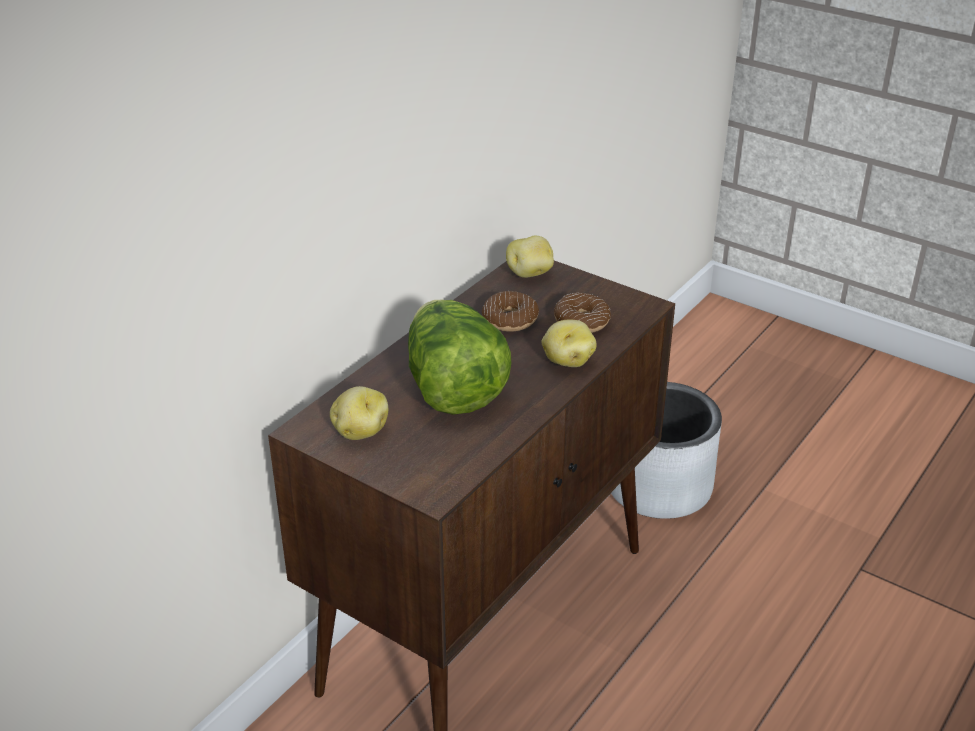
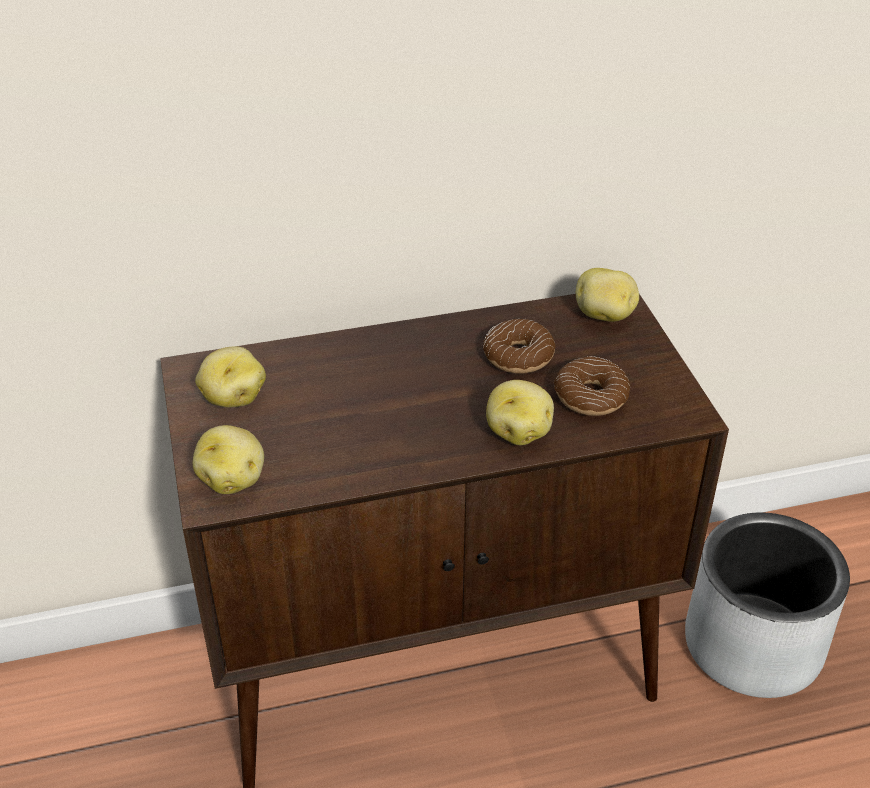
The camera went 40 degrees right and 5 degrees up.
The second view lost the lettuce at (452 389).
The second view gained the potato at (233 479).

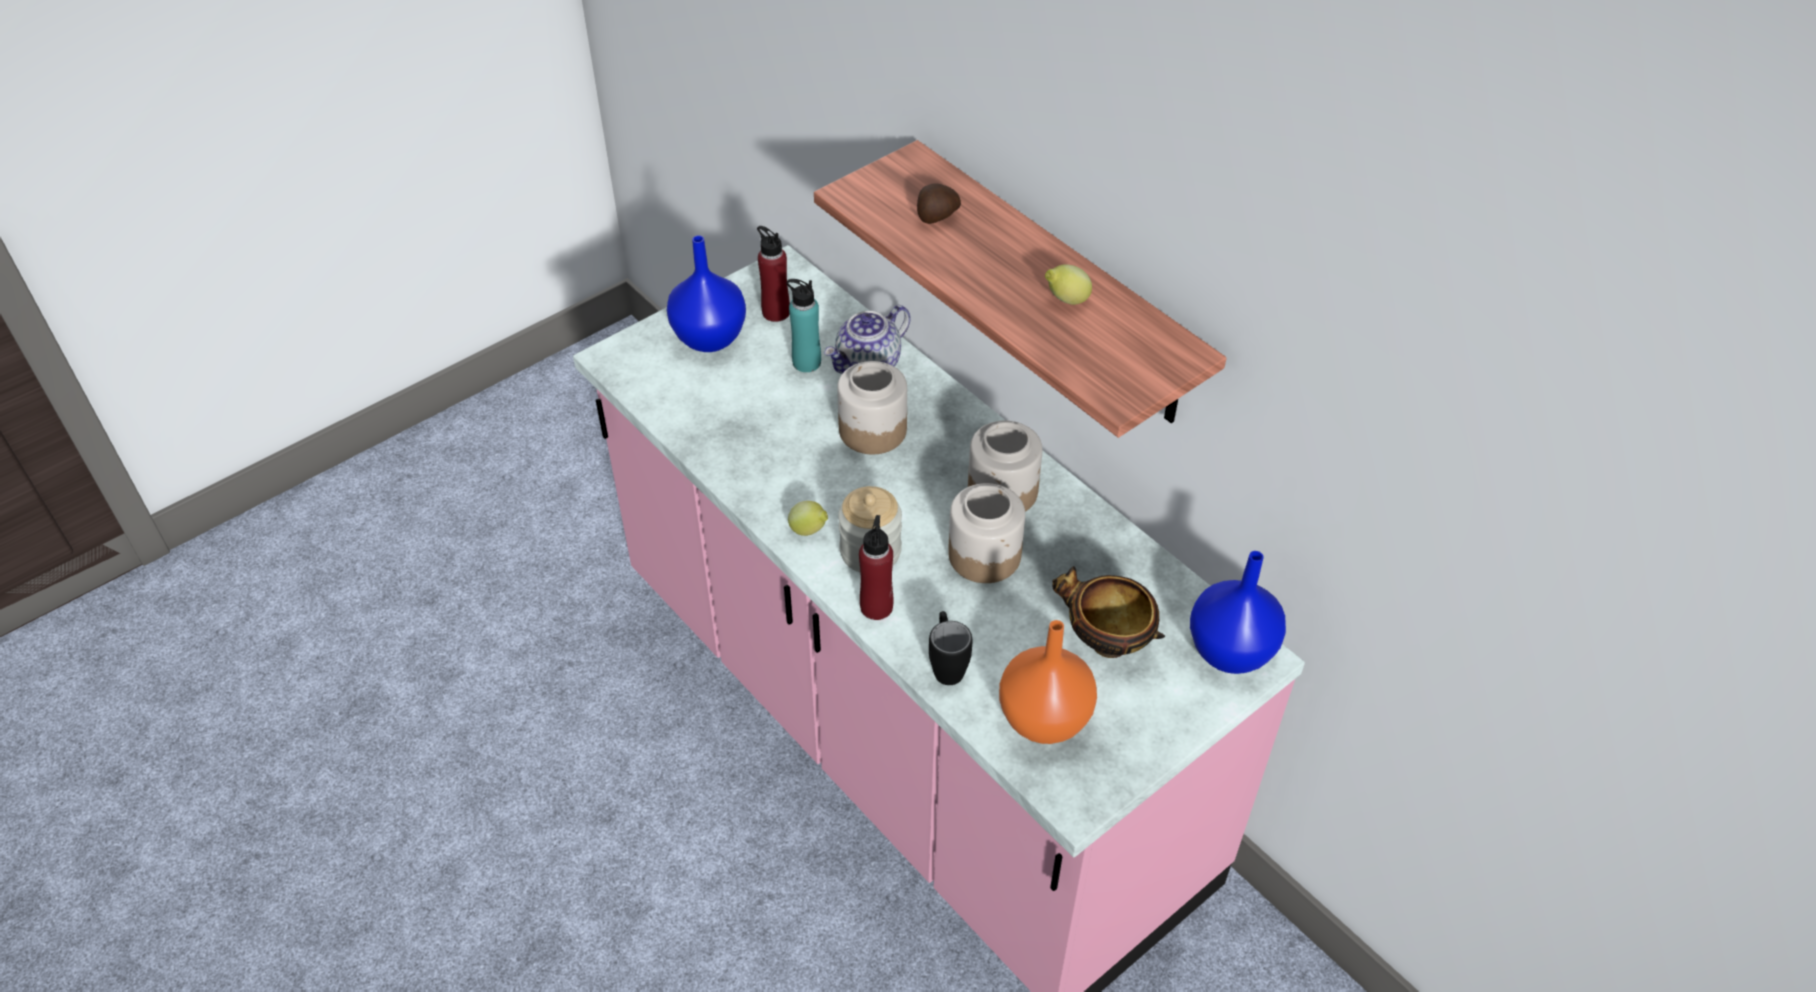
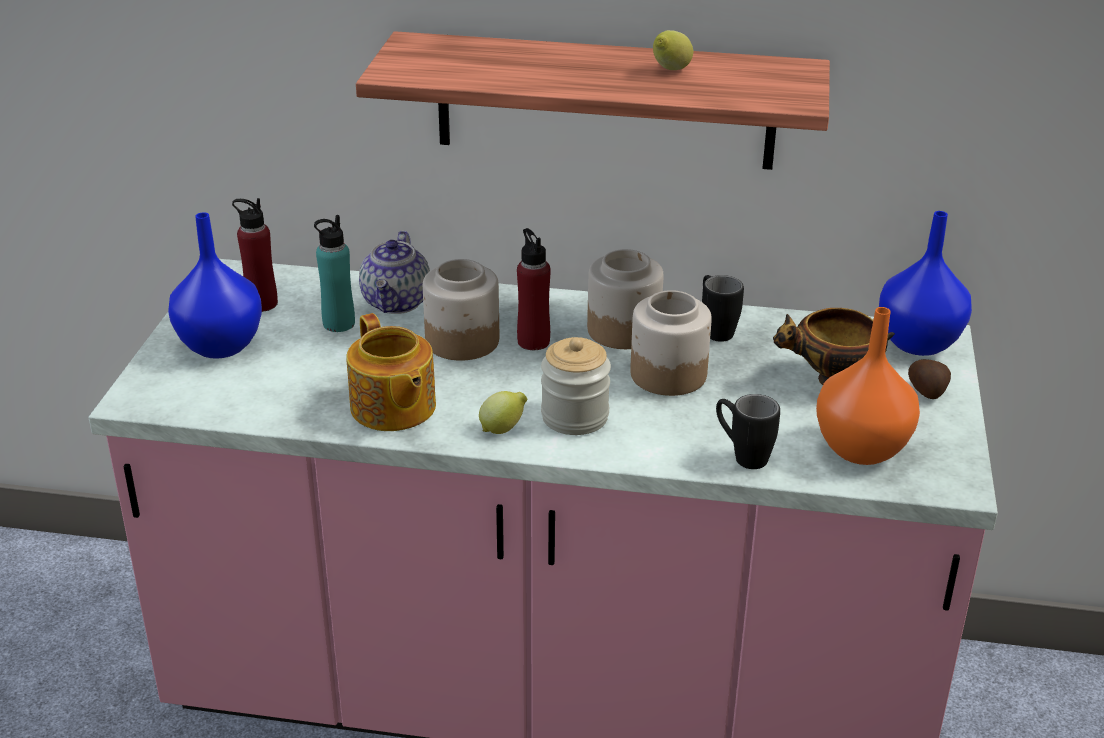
The camera went 40 degrees left and 15 degrees down.
The red-coloured drink bottle ended up elsewhere, having gone from (876 606) to (533 341).
The potato ended up elsewhere, having gone from (936 217) to (927 392).
The second view gained the teapot at (392 408).
The second view gained the black coffee mug at (715 329).

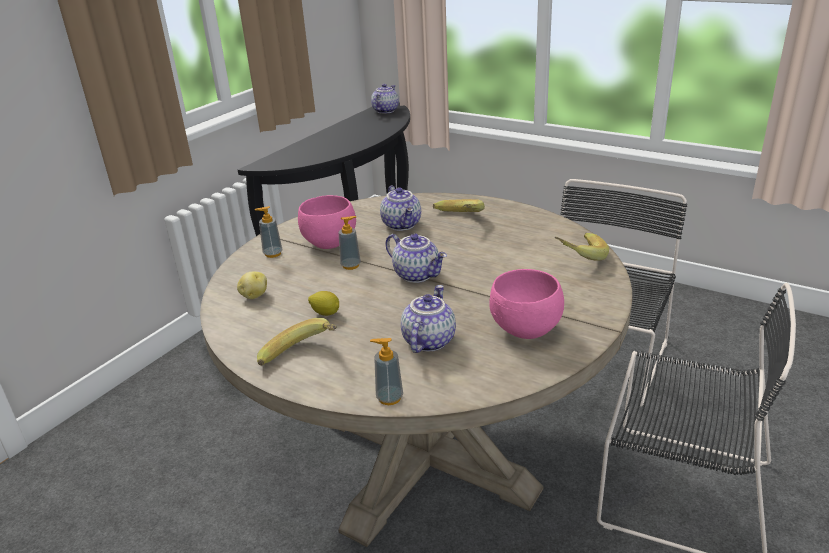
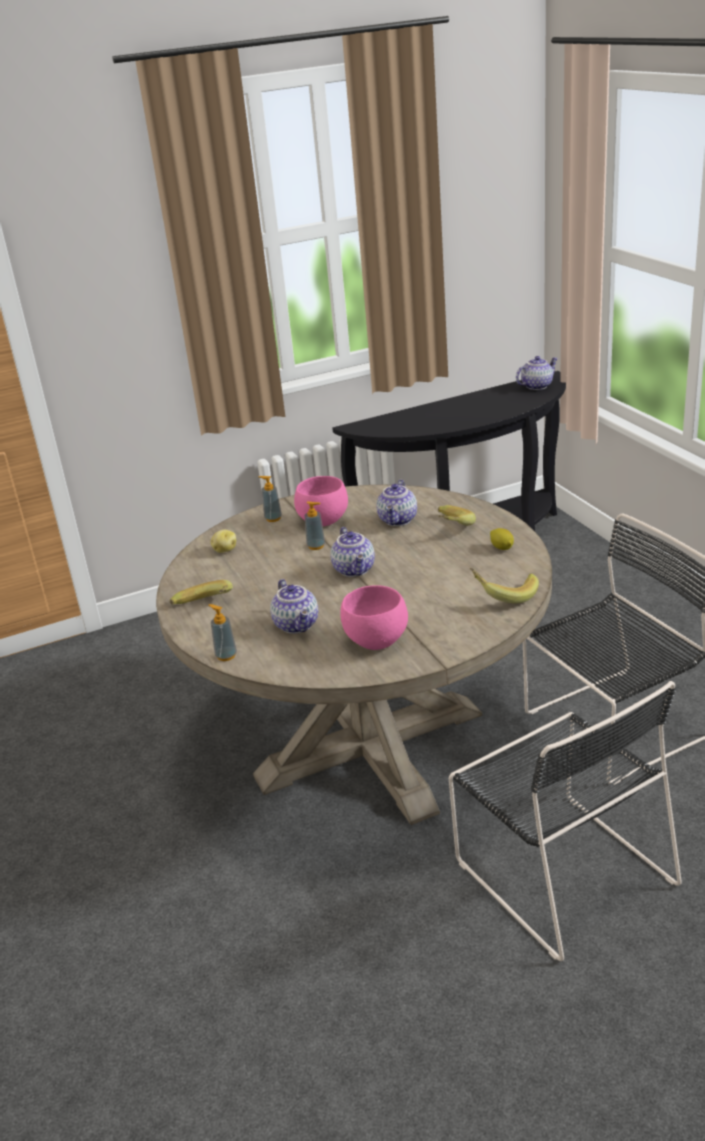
The camera went 35 degrees right and 0 degrees up.
The whole lemon ended up elsewhere, having gone from (326 313) to (502 548).
The teapot at (427 341) ended up facing another way, 105 degrees clockwise from before.

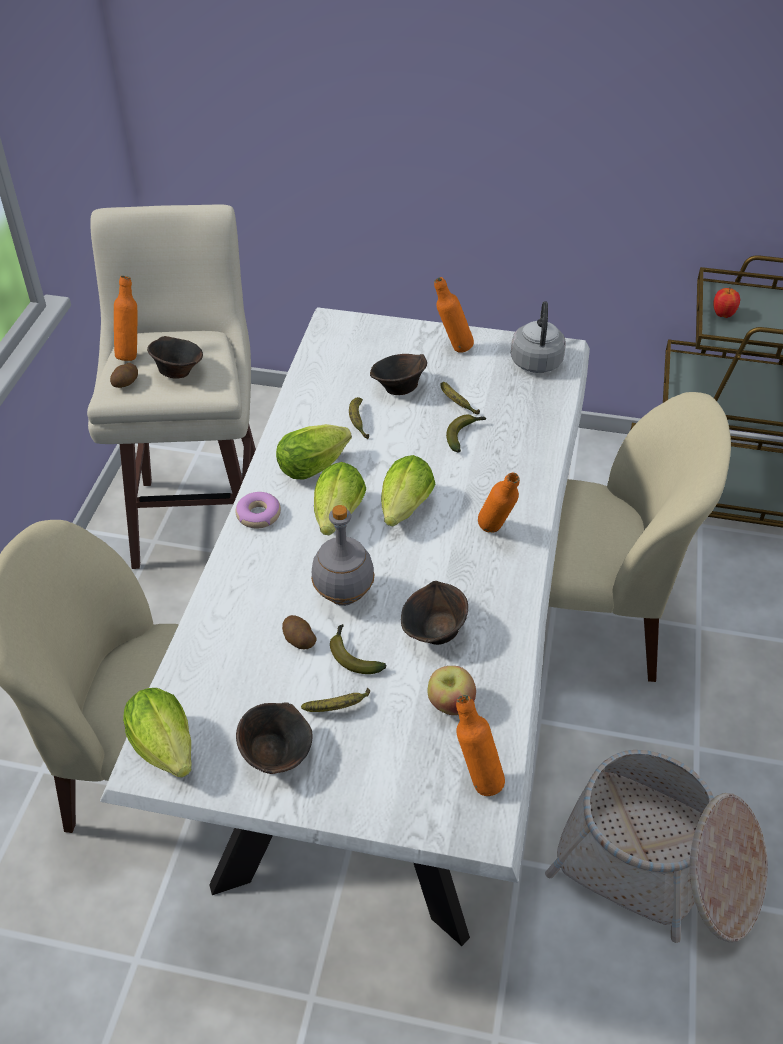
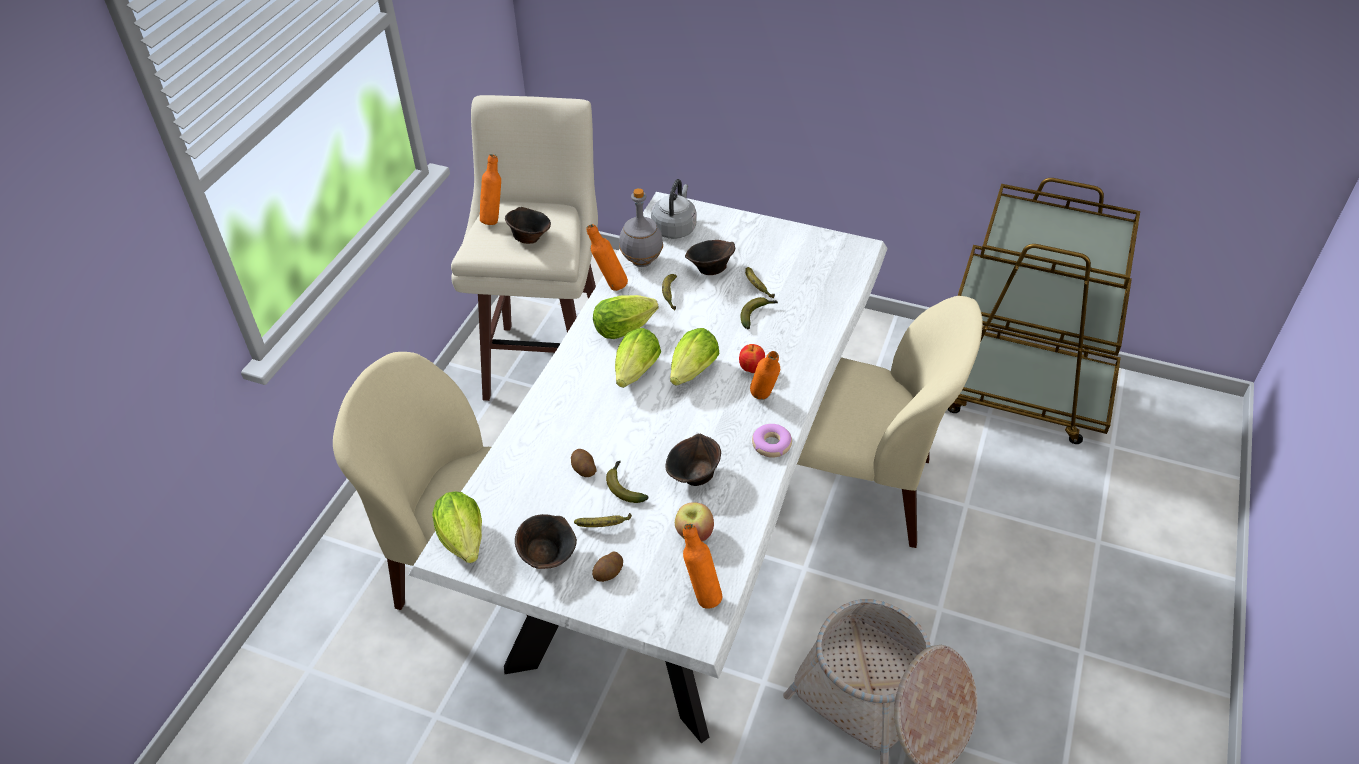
The camera went 10 degrees right and 0 degrees up.
The potato ended up elsewhere, having gone from (126 383) to (609 573).
The doughnut ended up elsewhere, having gone from (258 515) to (771 444).
The gray drink bottle ended up elsewhere, having gone from (343 596) to (641 261).
The orange-coloured drink bottle ended up elsewhere, having gone from (452 348) to (609 286).
The gray kettle ended up elsewhere, having gone from (536 360) to (675 228).
The apple fruit ended up elsewhere, having gone from (723 315) to (751 369).

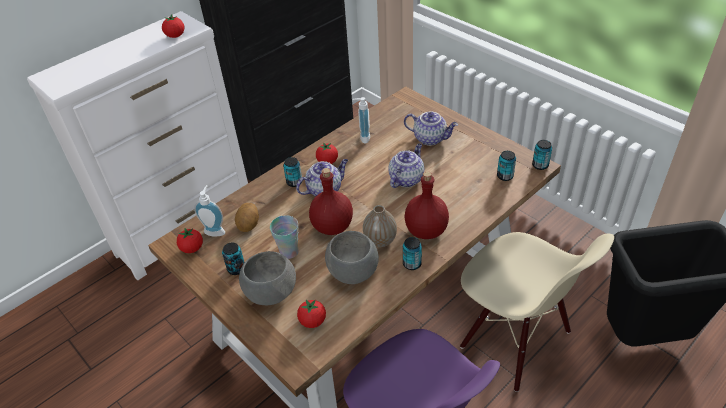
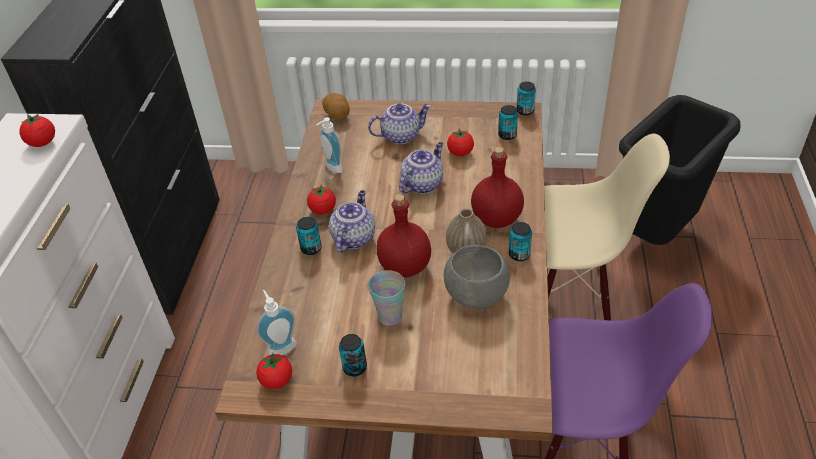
The camera went 40 degrees left and 0 degrees up.
The potato ended up elsewhere, having gone from (249 225) to (337 116).
The second view lost the gray bowl at (270 292).
The fresh tomato ended up elsewhere, having gone from (312 321) to (460 153).
The teapot at (406 178) ended up facing another way, 45 degrees clockwise from before.

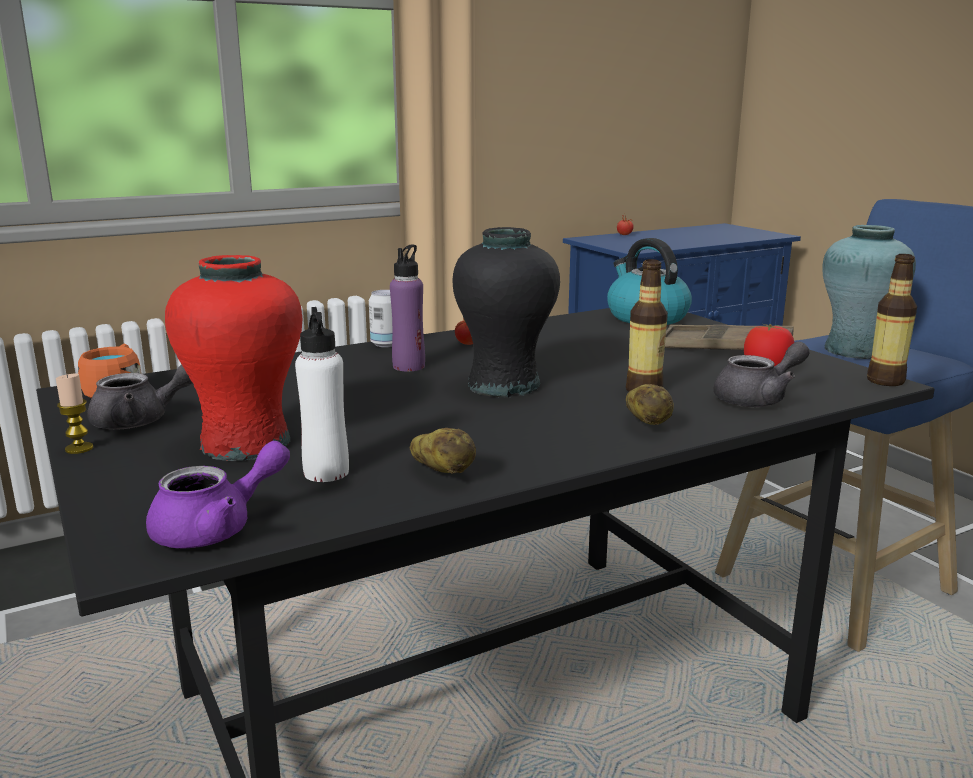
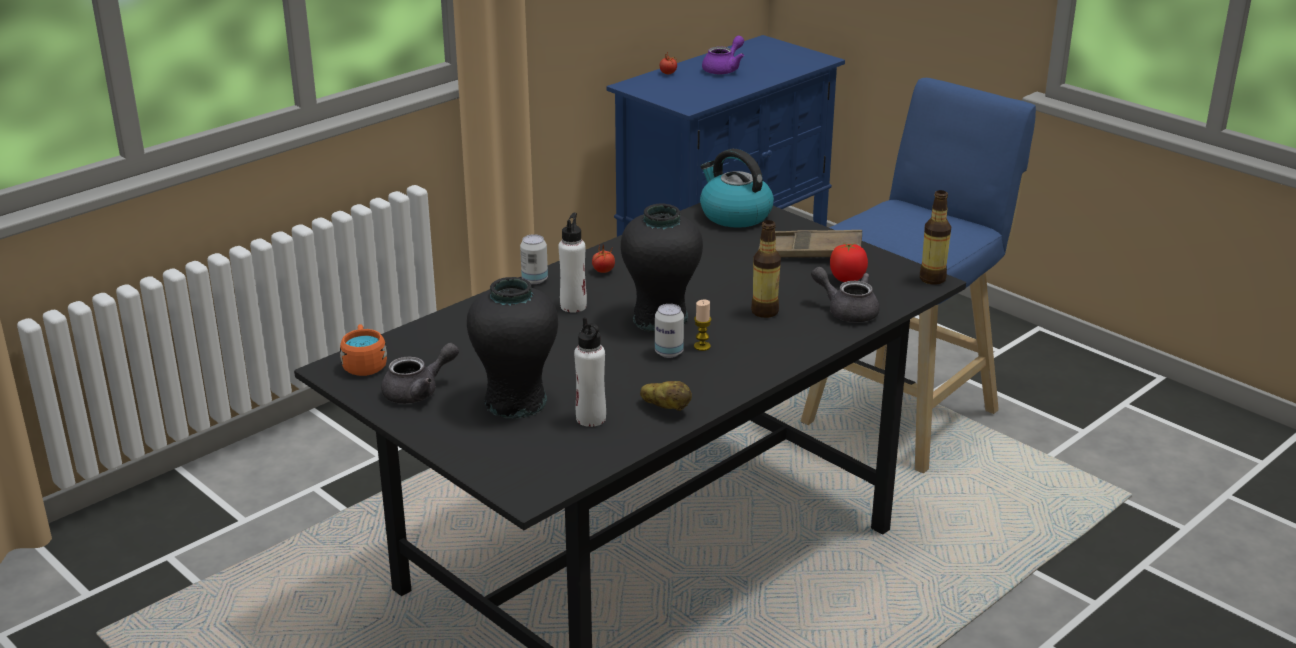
The camera went 15 degrees left and 10 degrees up.
The wax light ended up elsewhere, having gone from (79 448) to (702 346).
The purplish teapot ended up elsewhere, having gone from (217 528) to (724 69).
What was the red-coloured flower vase at (245 443) turned into the black flower vase at (515 402).
What was the purplish drink bottle at (409 366) turned into the white-coloured drink bottle at (573 306).
The second view lost the potato at (647 424).
The gray teapot at (758 399) ended up facing another way, 105 degrees counterclockwise from before.
The second view lost the turquoise-coloured flower vase at (854 350).
The second view gained the can at (669 352).

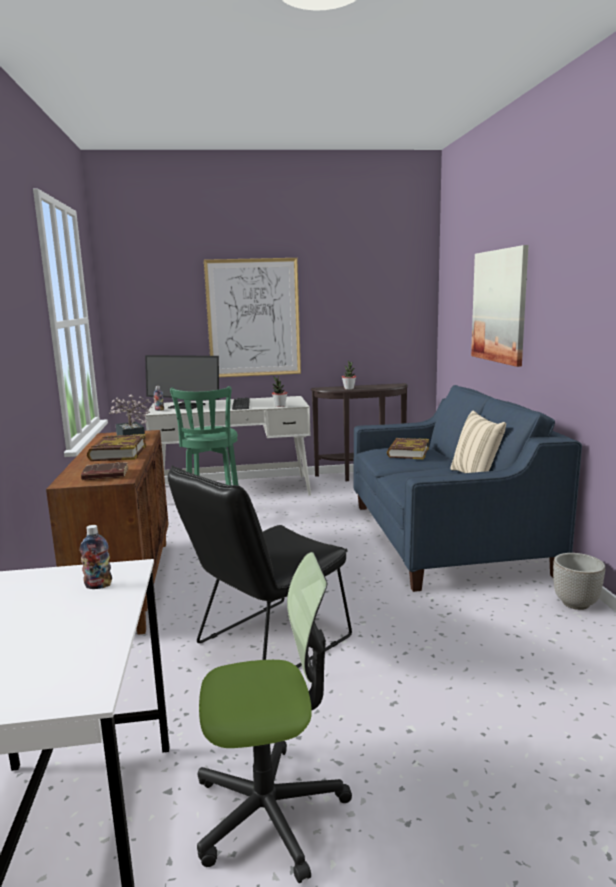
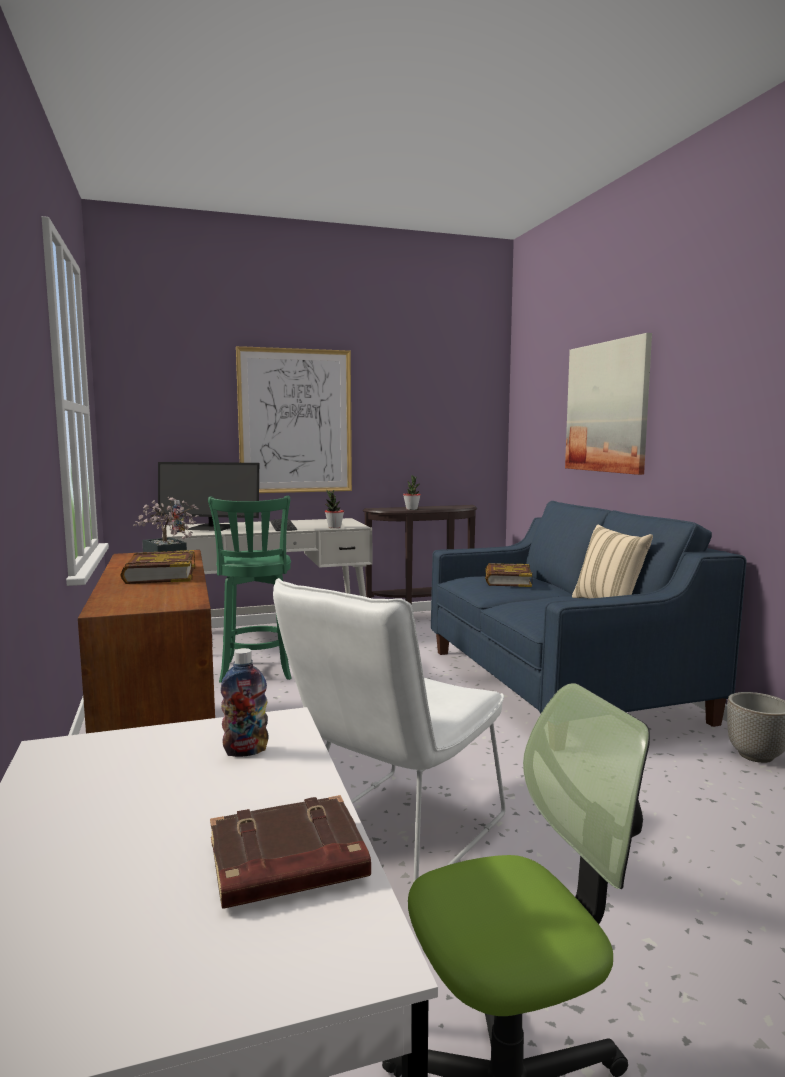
The camera went 10 degrees left and 5 degrees down.
The brown-coloured volume ended up elsewhere, having gone from (105 475) to (286 863).
What was the black plain chair at (265 644) turned into the white-coloured plain chair at (393 835).

